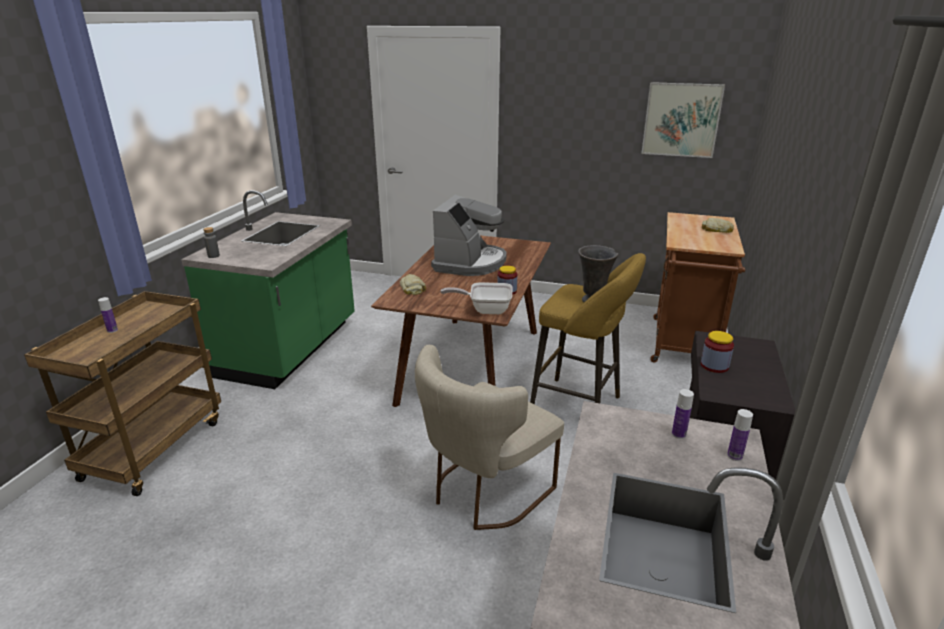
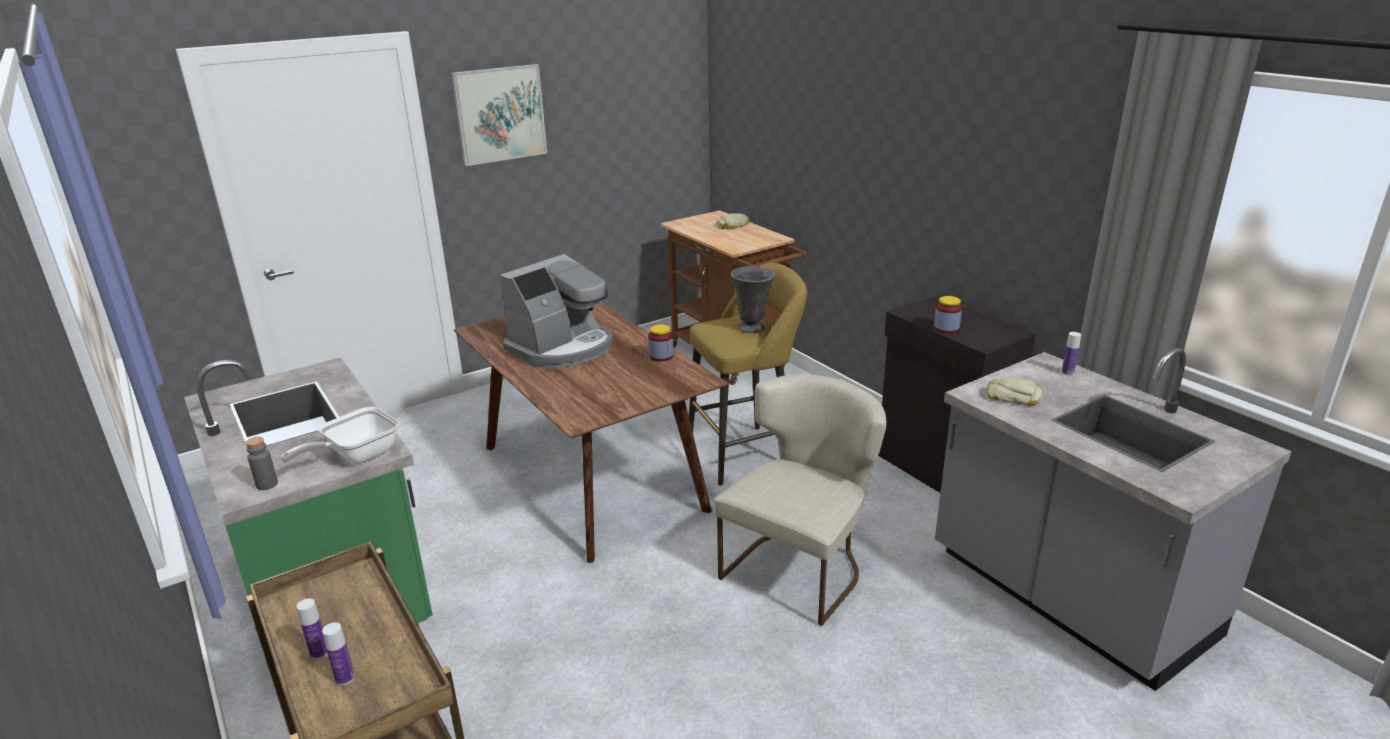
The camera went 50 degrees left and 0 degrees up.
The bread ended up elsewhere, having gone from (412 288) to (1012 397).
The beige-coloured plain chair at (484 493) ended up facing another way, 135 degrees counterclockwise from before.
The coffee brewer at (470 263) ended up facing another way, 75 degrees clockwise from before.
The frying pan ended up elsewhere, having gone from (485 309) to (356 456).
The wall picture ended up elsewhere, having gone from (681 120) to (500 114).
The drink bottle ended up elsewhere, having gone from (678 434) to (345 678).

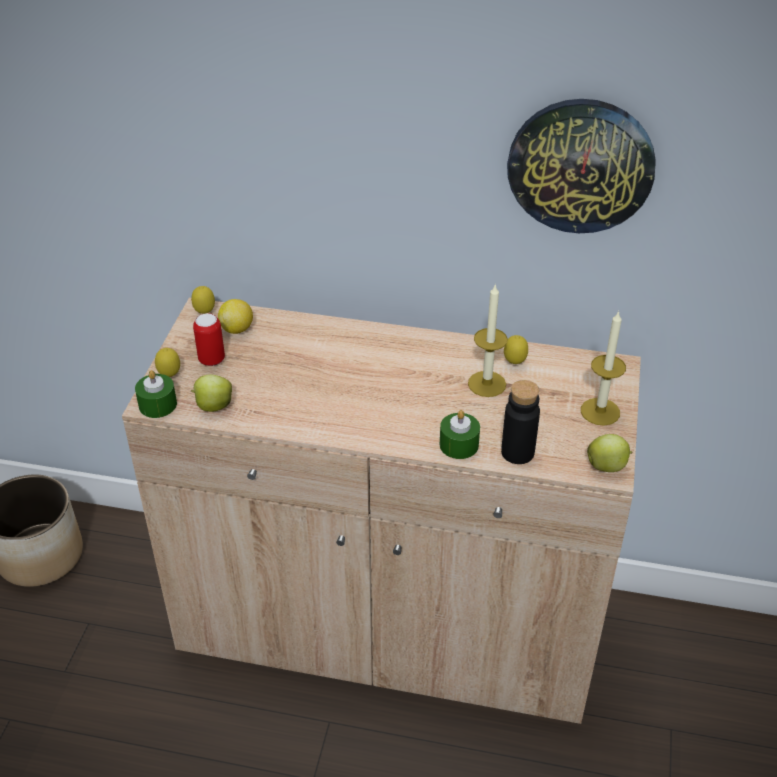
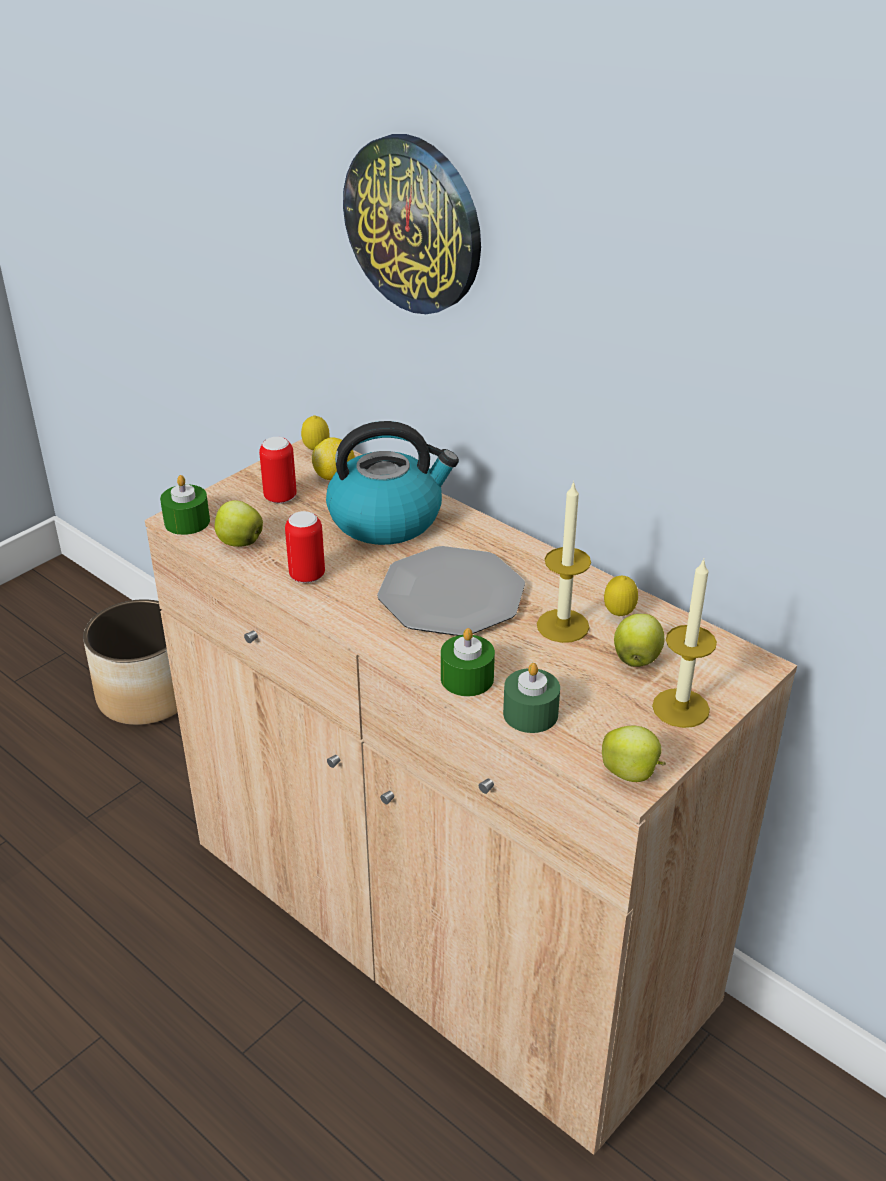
The camera went 30 degrees right and 5 degrees down.
The second view lost the whole lemon at (170 376).
Where the black drink bottle stood at (517 452), the green wax light came to stand at (530 713).
The hanging clock ended up elsewhere, having gone from (580 165) to (414 224).
The second view gained the can at (307 576).
The second view gained the kettle at (387 519).
The second view gained the plate at (451 595).
The second view gained the apple fruit at (636 659).

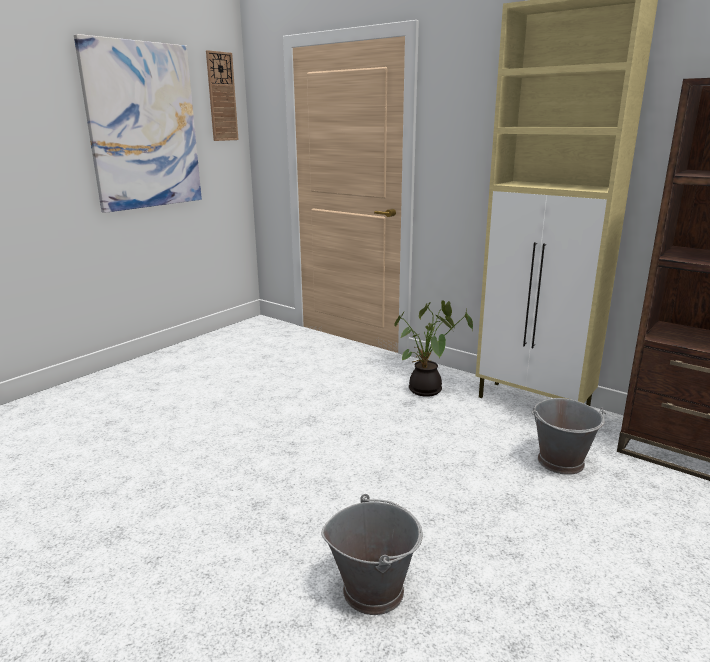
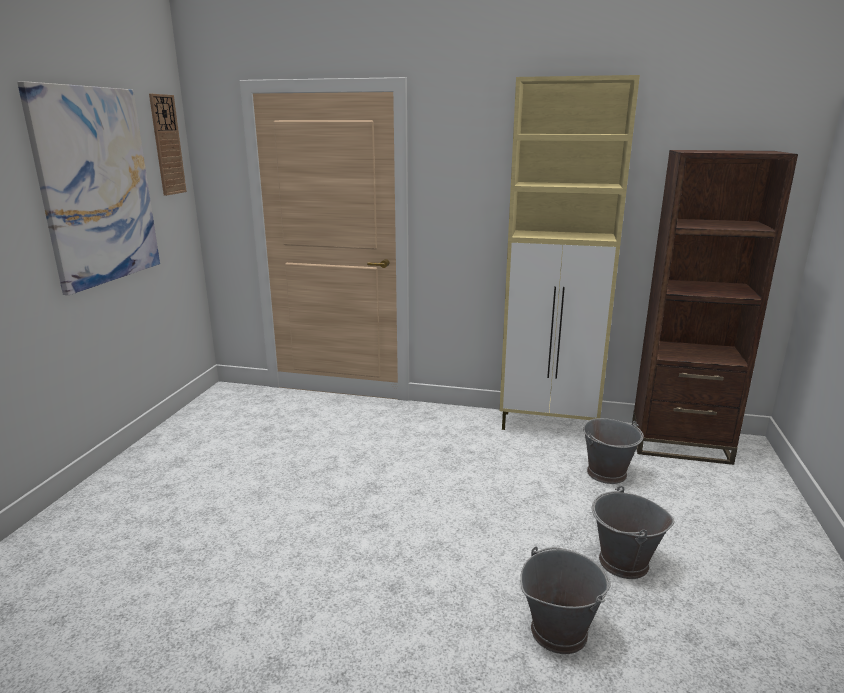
The camera went 25 degrees left and 0 degrees up.
The second view lost the potted plant at (426 391).
The second view gained the gray pail at (623 562).

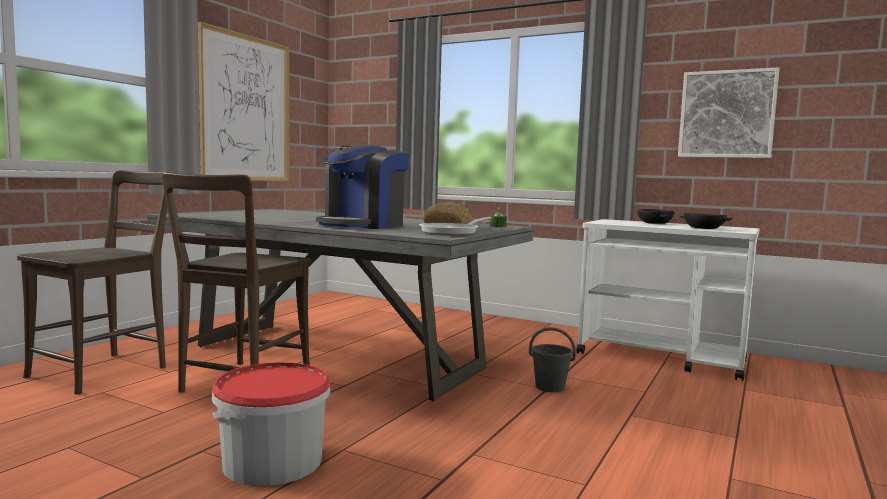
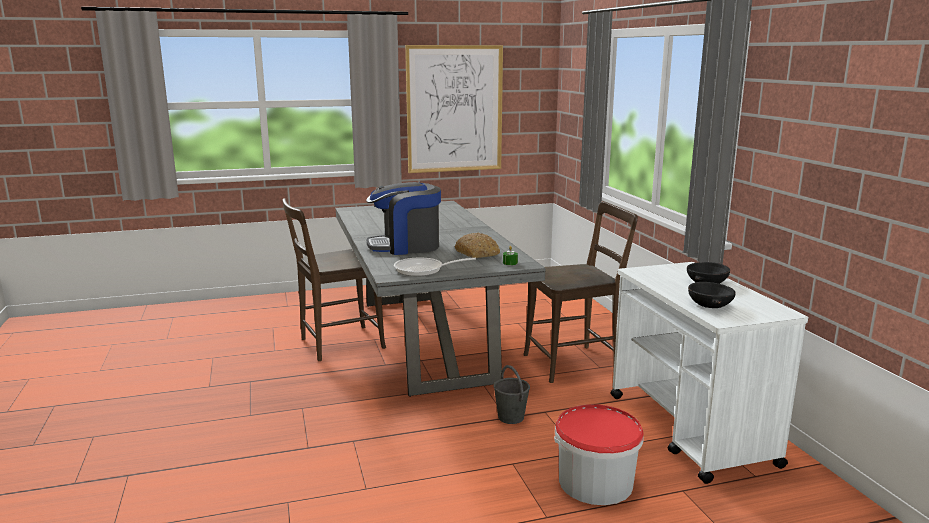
The camera went 45 degrees right and 10 degrees up.
The brown-coloured plain chair ended up elsewhere, having gone from (105 370) to (575 363).
The pail ended up elsewhere, having gone from (273 461) to (595 482).
The second view lost the wall picture at (726 114).

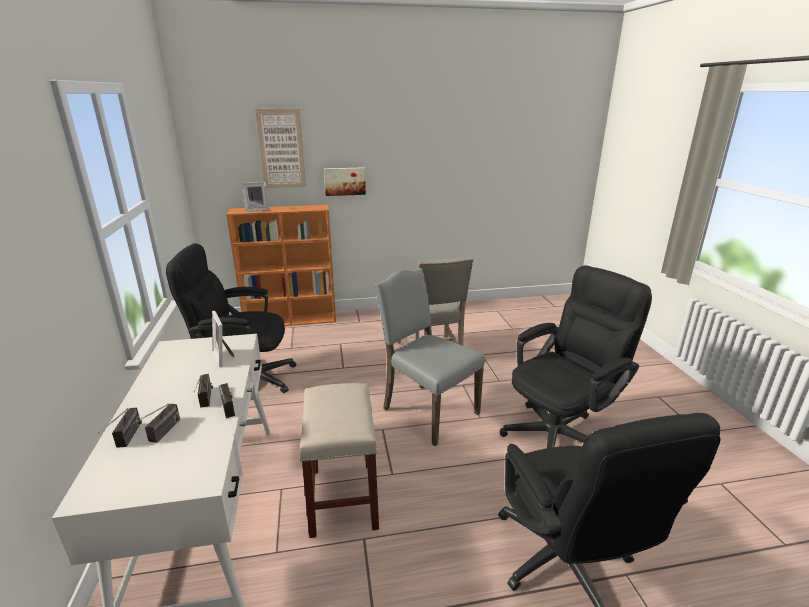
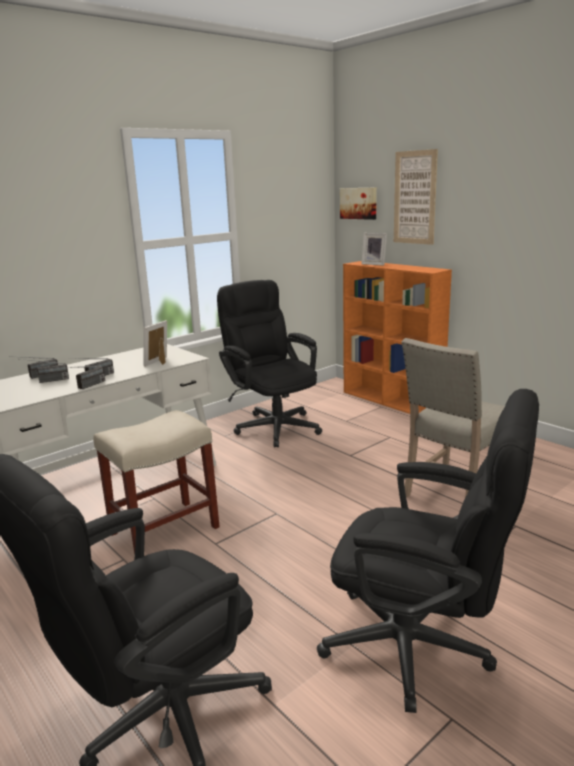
The camera went 60 degrees right and 5 degrees down.
The wall picture ended up elsewhere, having gone from (344 181) to (359 203).
The second view lost the gray plain chair at (427 411).

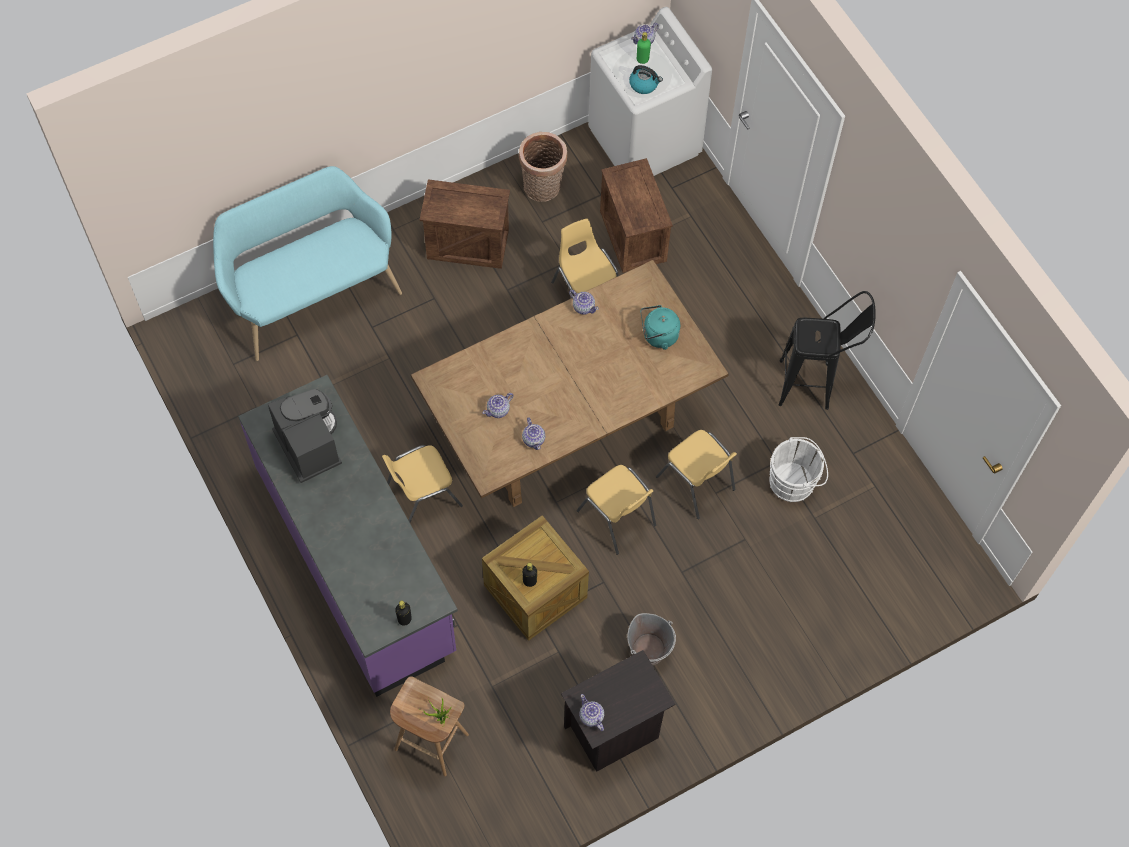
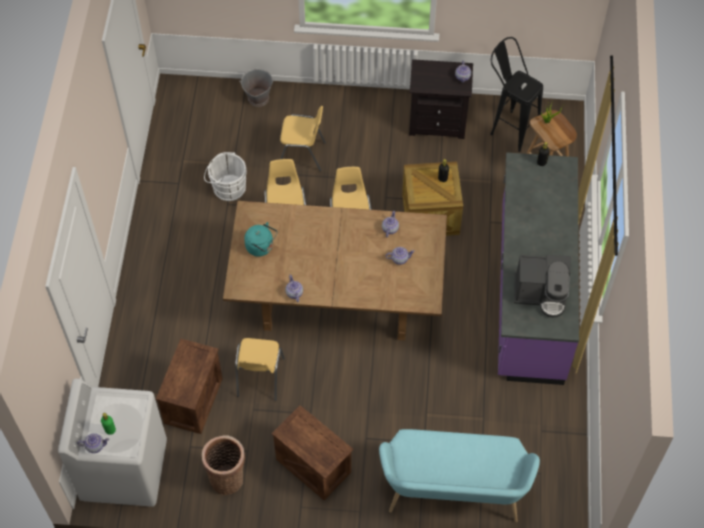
The camera went 145 degrees left and 5 degrees down.
The coffee brewer at (309 445) ended up facing another way, 90 degrees counterclockwise from before.
The yellowish plain chair ended up elsewhere, having gone from (422 497) to (302 155).
The gray pail ended up elsewhere, having gone from (649 650) to (258 98).
The second view lost the kettle at (644 84).
The black stool ended up elsewhere, having gone from (814 385) to (508 127).

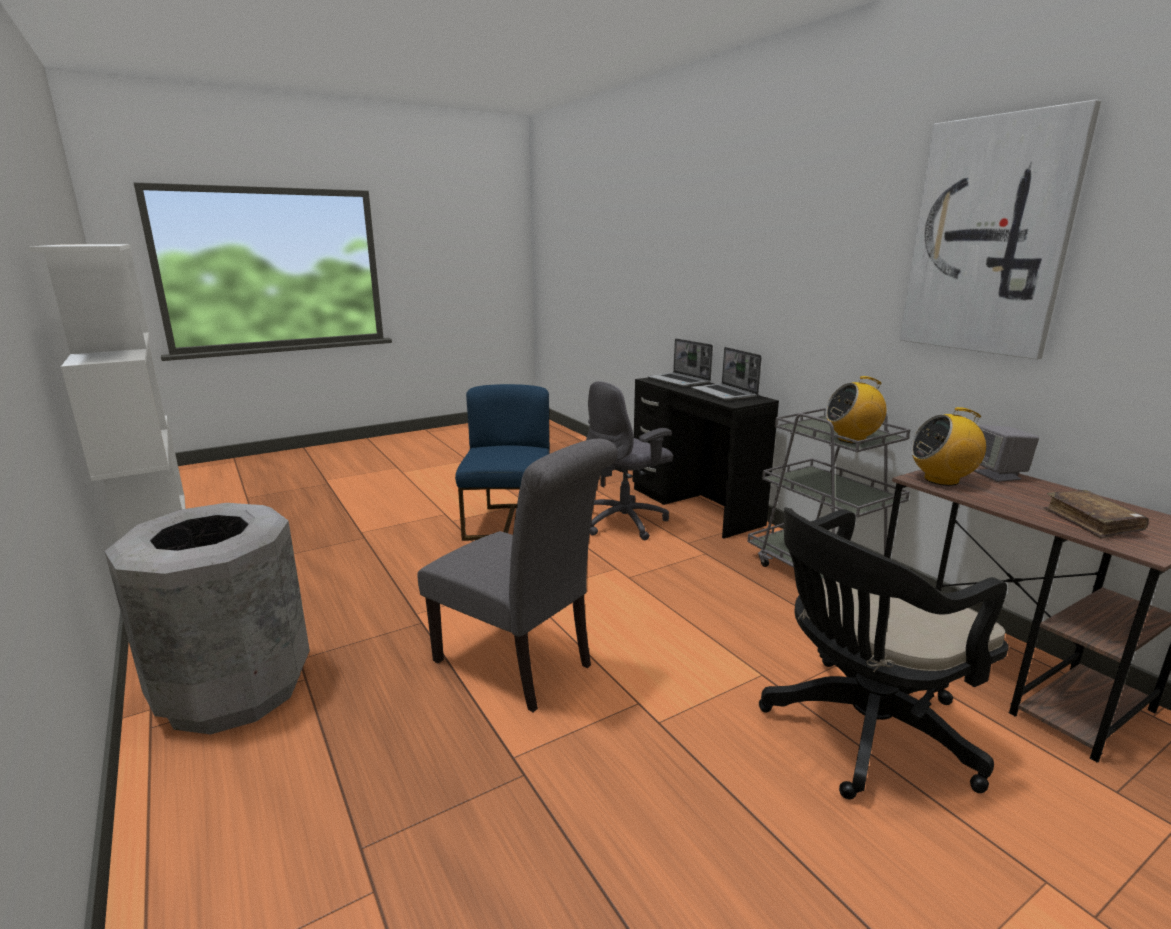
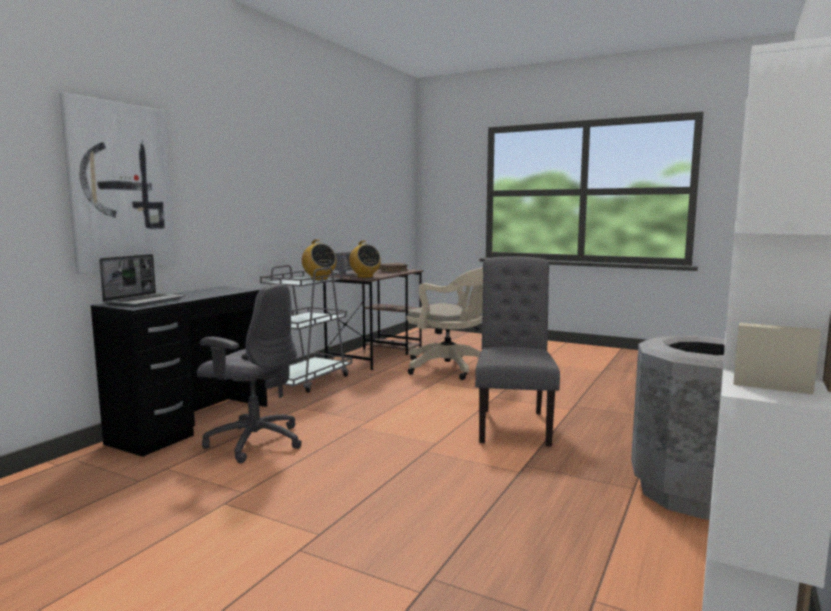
The camera went 120 degrees left and 10 degrees down.
The second view lost the bluish plain chair at (509 523).
The second view lost the notebook computer at (725 393).
What was the black desk chair at (860 732) turned into the beige-coloured desk chair at (452 368).
The wall picture ended up elsewhere, having gone from (989 237) to (120 187).

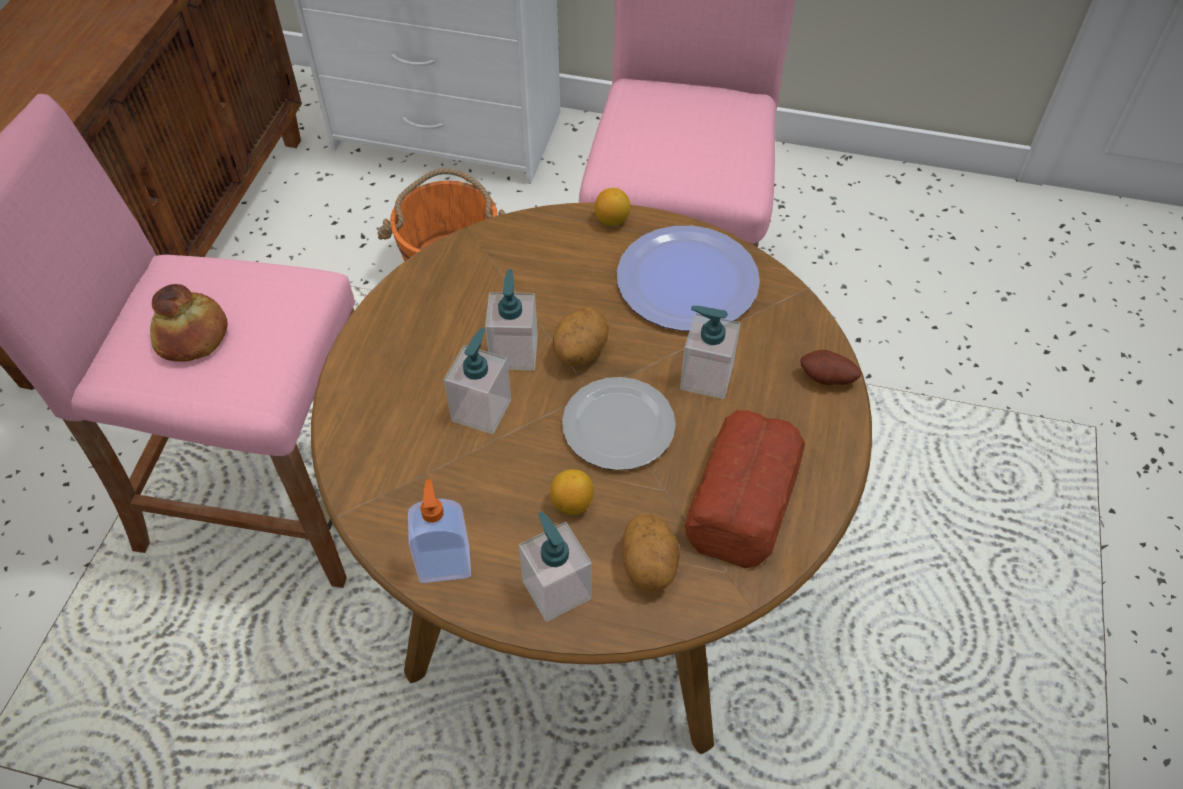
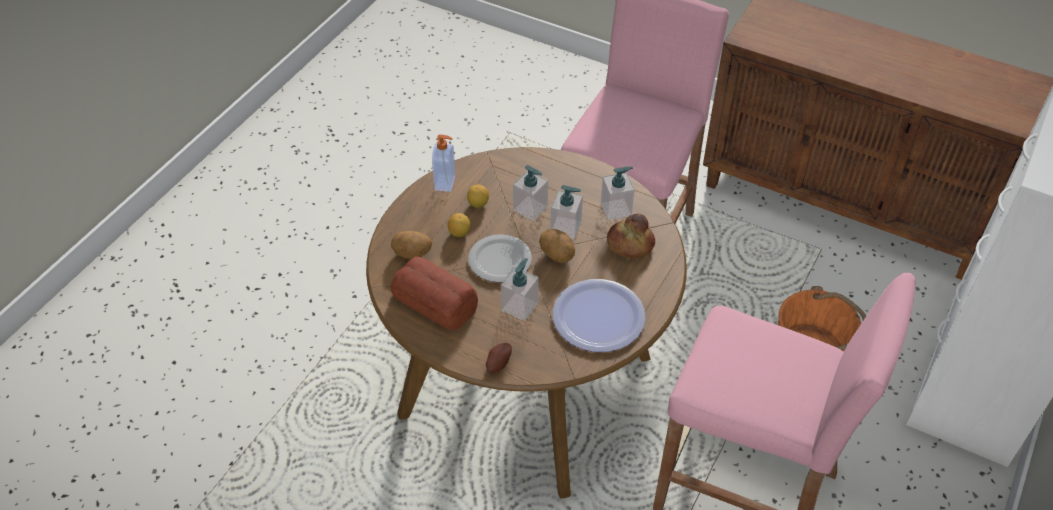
The camera went 105 degrees right and 5 degrees down.
The bread ended up elsewhere, having gone from (193 335) to (629 244).
The soap bottle ended up elsewhere, having gone from (556 589) to (616 209).
The whole lemon ended up elsewhere, having gone from (612 220) to (478 204).

